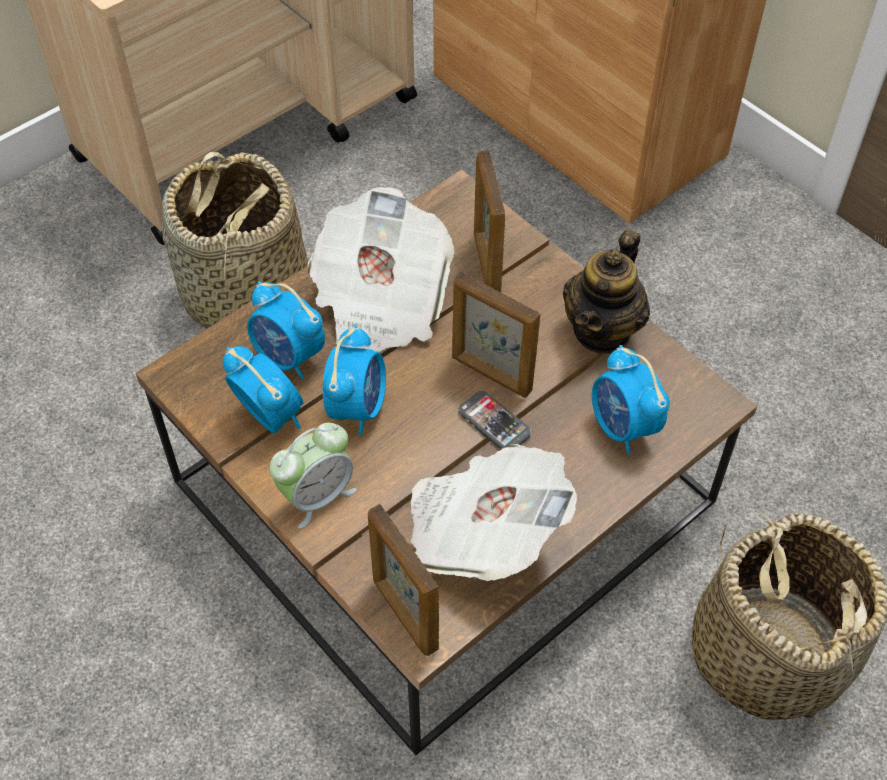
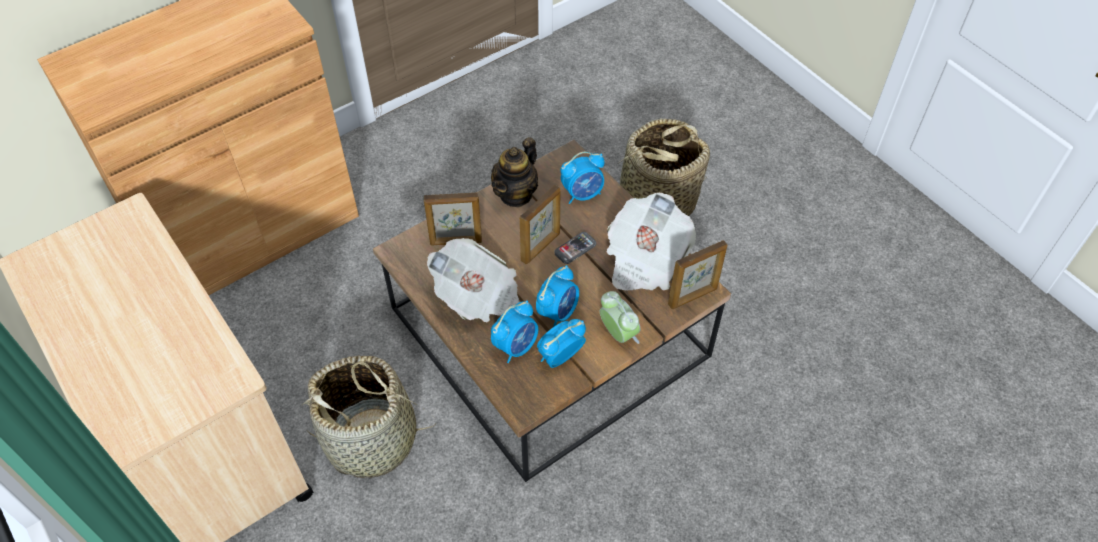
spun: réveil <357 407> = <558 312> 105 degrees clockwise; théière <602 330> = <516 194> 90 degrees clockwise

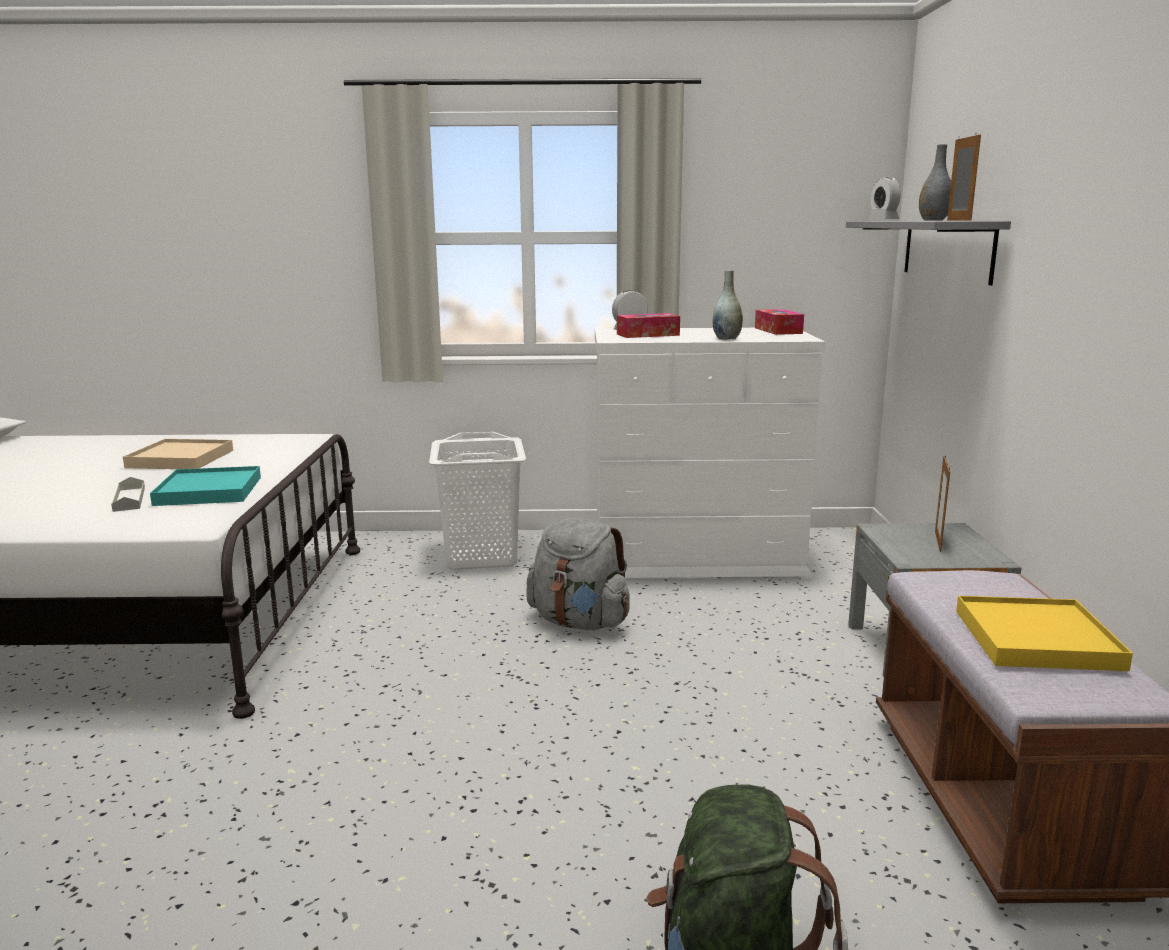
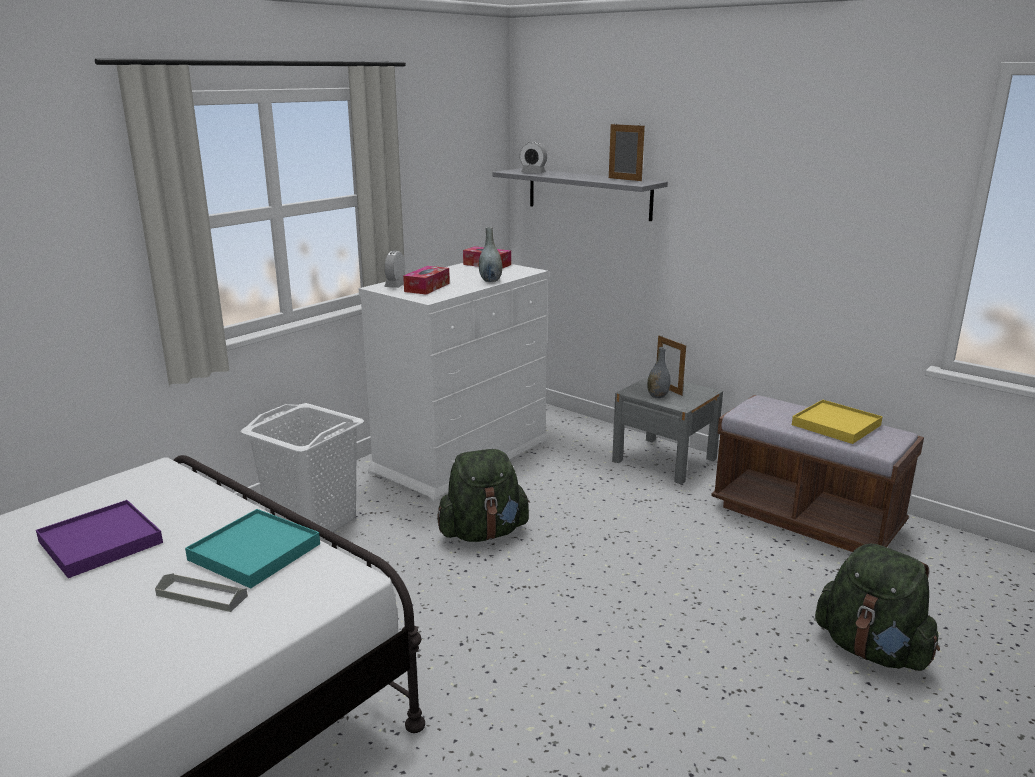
relocated: vase/gris <933 220> to <657 396>
colour: plateau/beige <180 459> to plateau/violet <101 542>; sac à dos/gris <579 622> to sac à dos/vert <483 533>

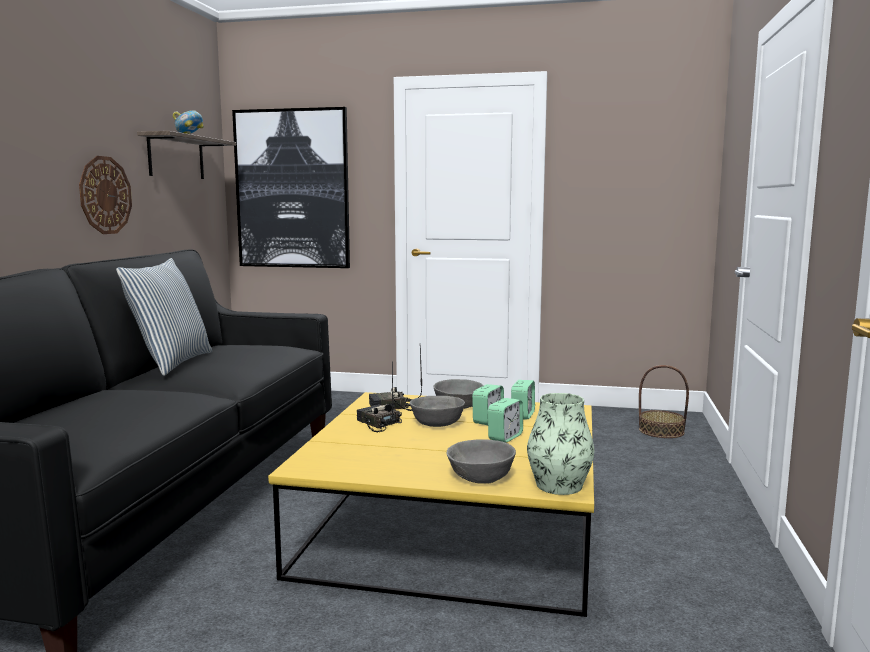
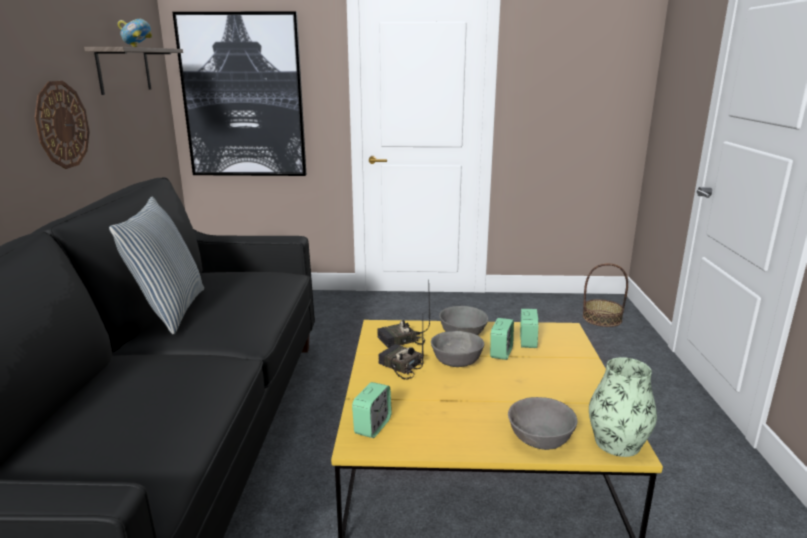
relocated: réveil <505 437> to <372 426>

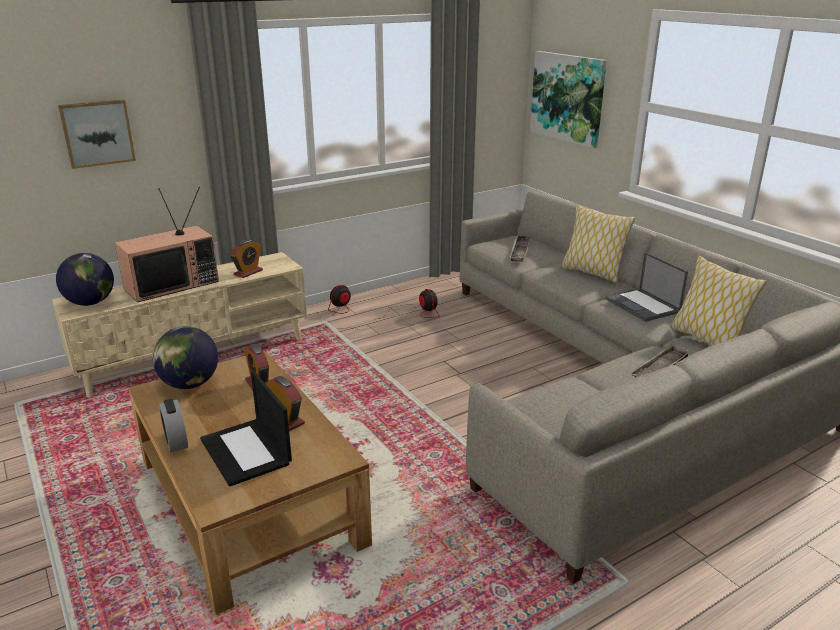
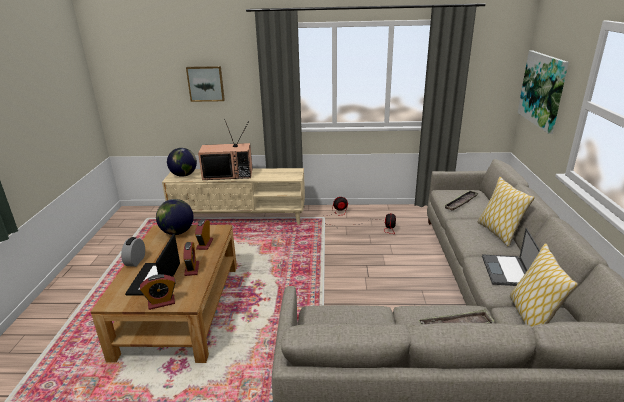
relocated: réveil <248 272> to <161 303>

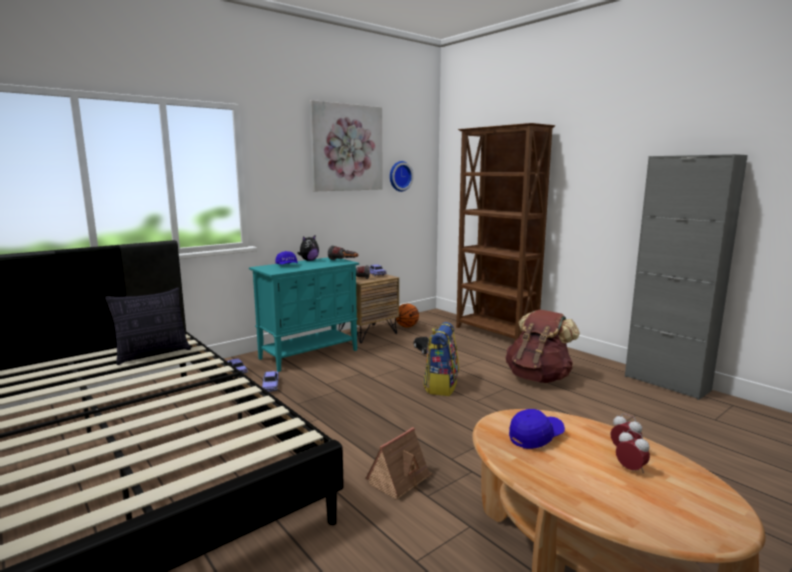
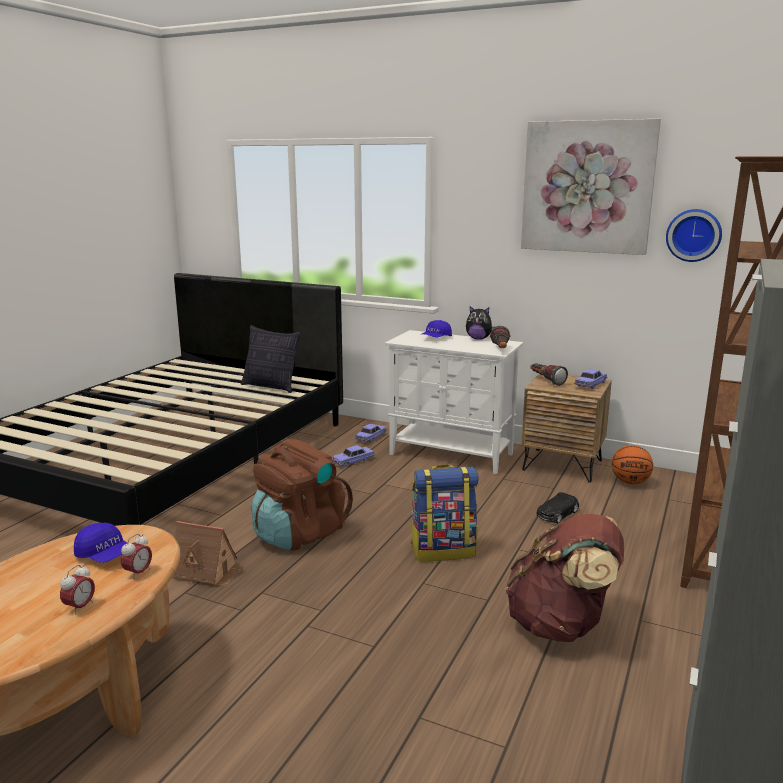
appeared: sac à dos/marron <299 533>
relocated: réveil <630 469> to <138 573>
colour: meuble de rangement/turquoise <309 354> to meuble de rangement/blanc <452 454>

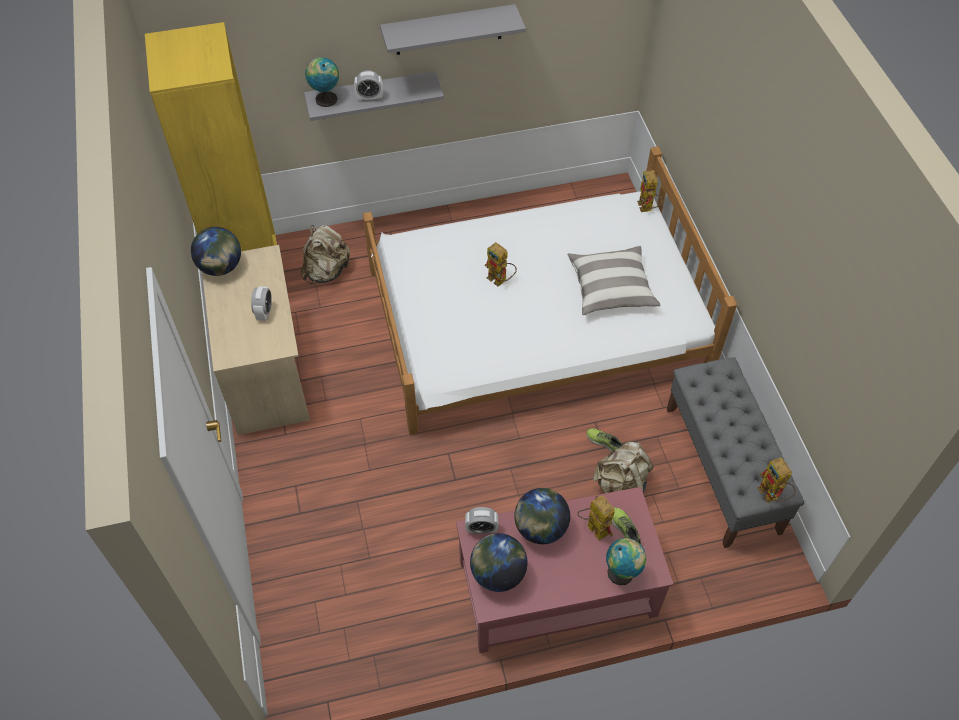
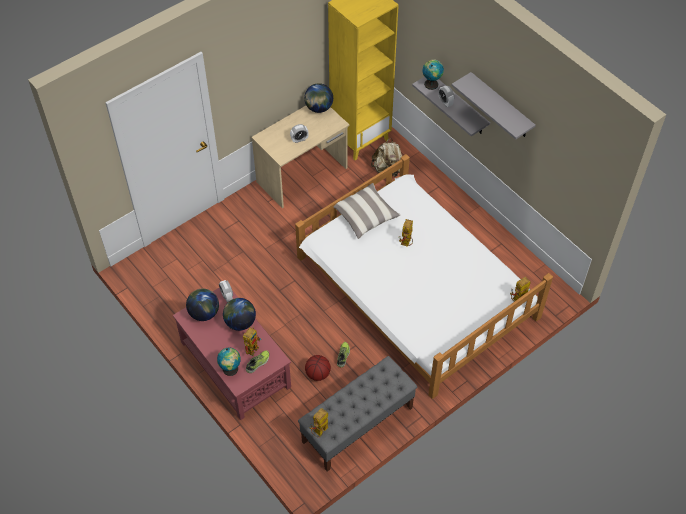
relocated: coussin <611 288> to <365 216>
exchanged: sac à dos/beige <621 485> to ballon de basket <317 374>

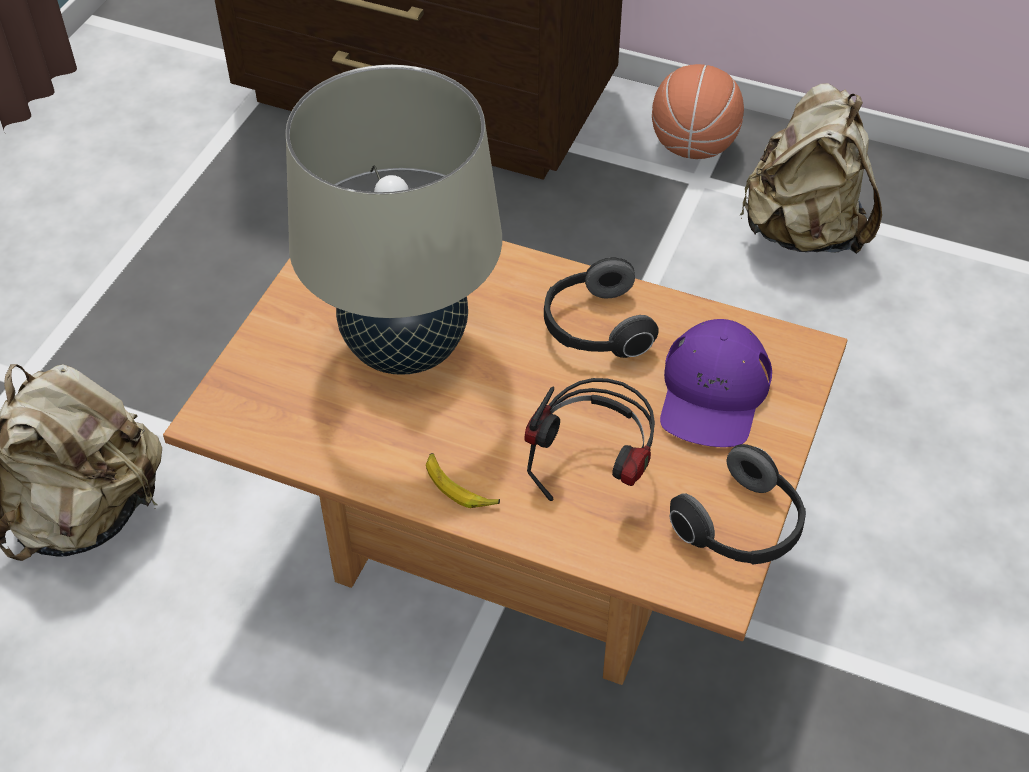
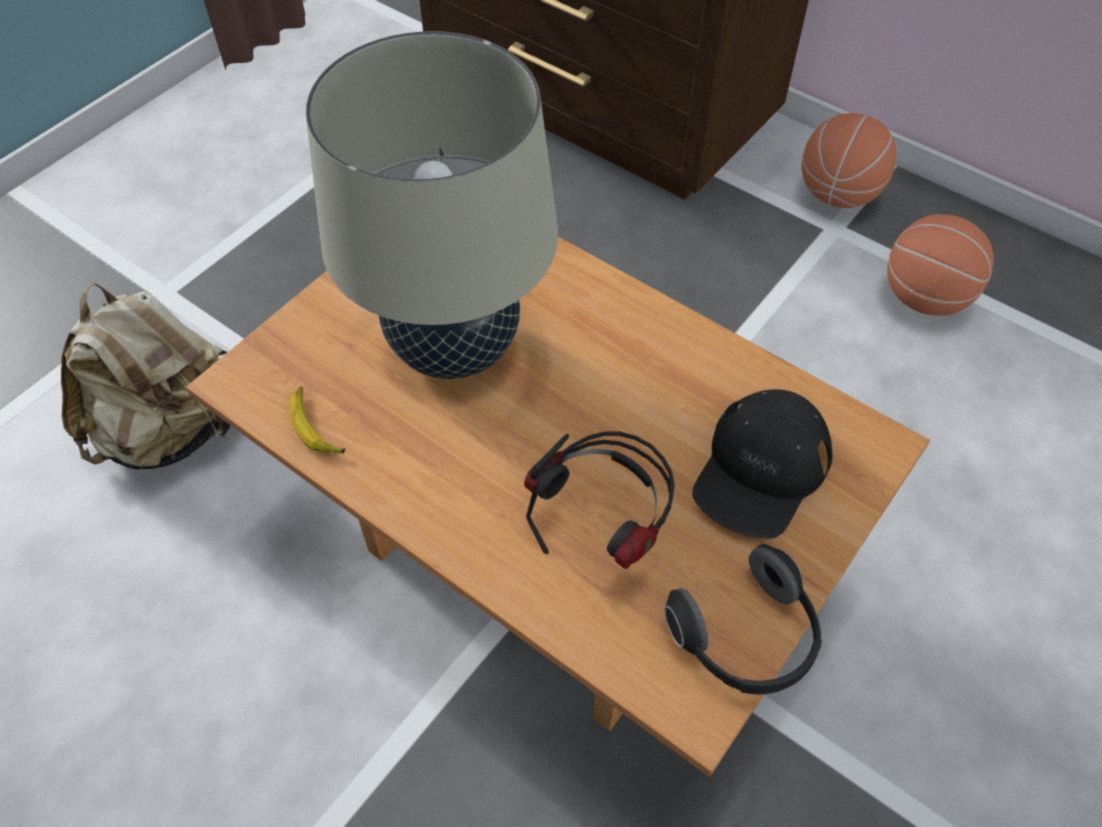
missing: casque audio <595 328>
relocated: banane <459 487> to <315 426>
exchanged: sac à dos/beige <803 230> to ballon de basket <925 298>
colour: casquette/violet <713 393> to casquette/noir <760 470>

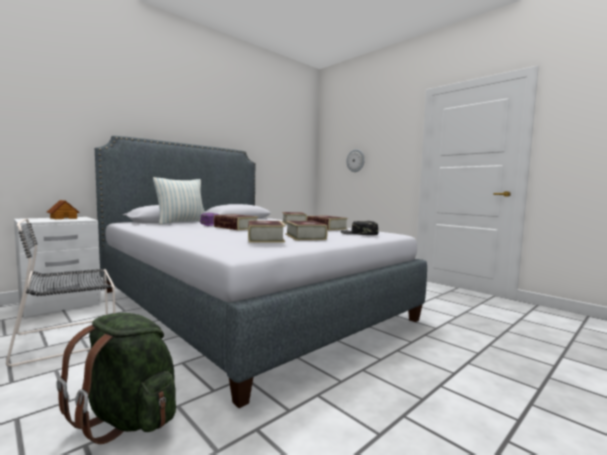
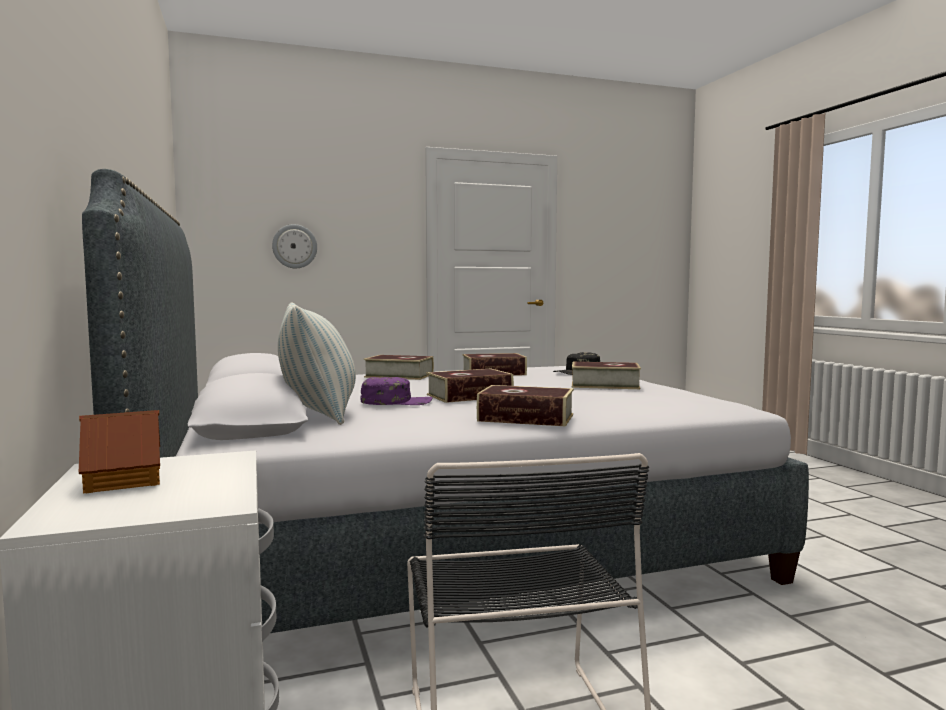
missing: sac à dos/vert <128 418>
relocated: livre <265 238> to <526 418>

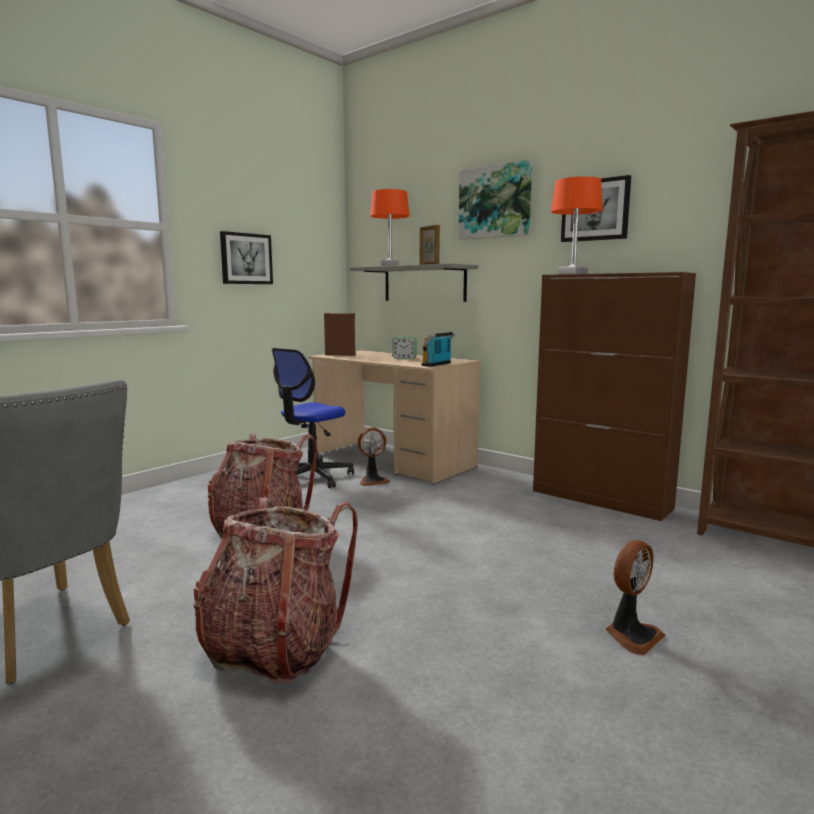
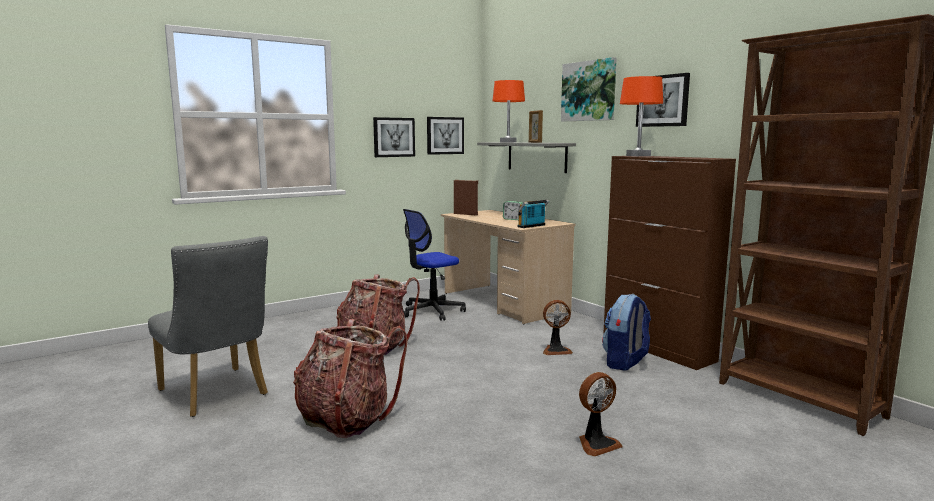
appeared: tableau <444 135>; sac à dos <625 363>
relocated: ventilateur <372 481> to <556 350>

